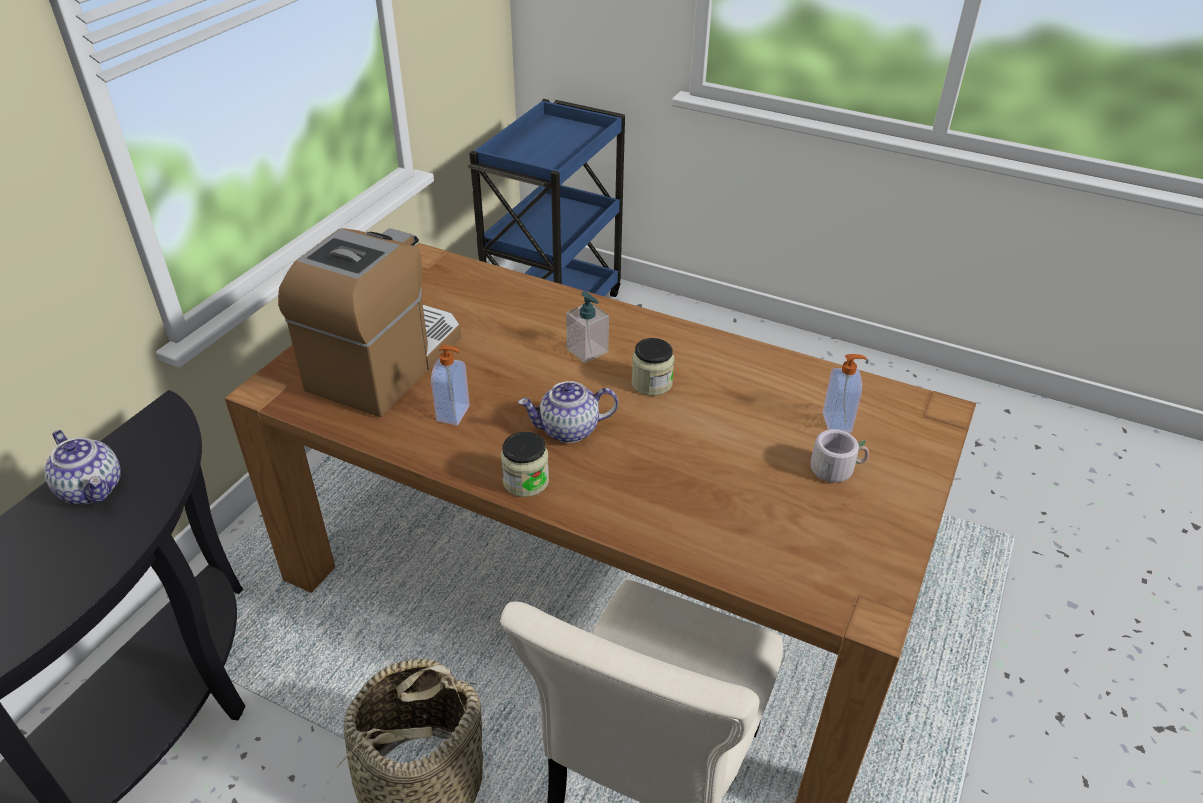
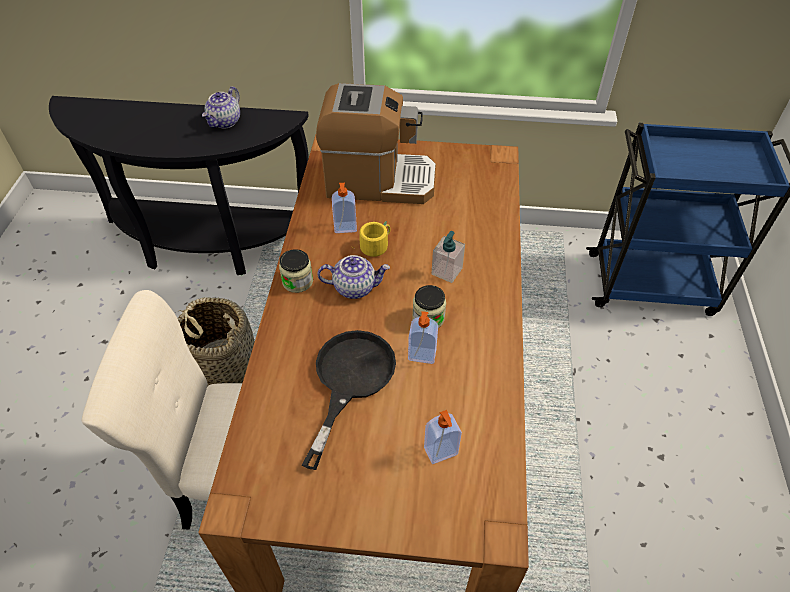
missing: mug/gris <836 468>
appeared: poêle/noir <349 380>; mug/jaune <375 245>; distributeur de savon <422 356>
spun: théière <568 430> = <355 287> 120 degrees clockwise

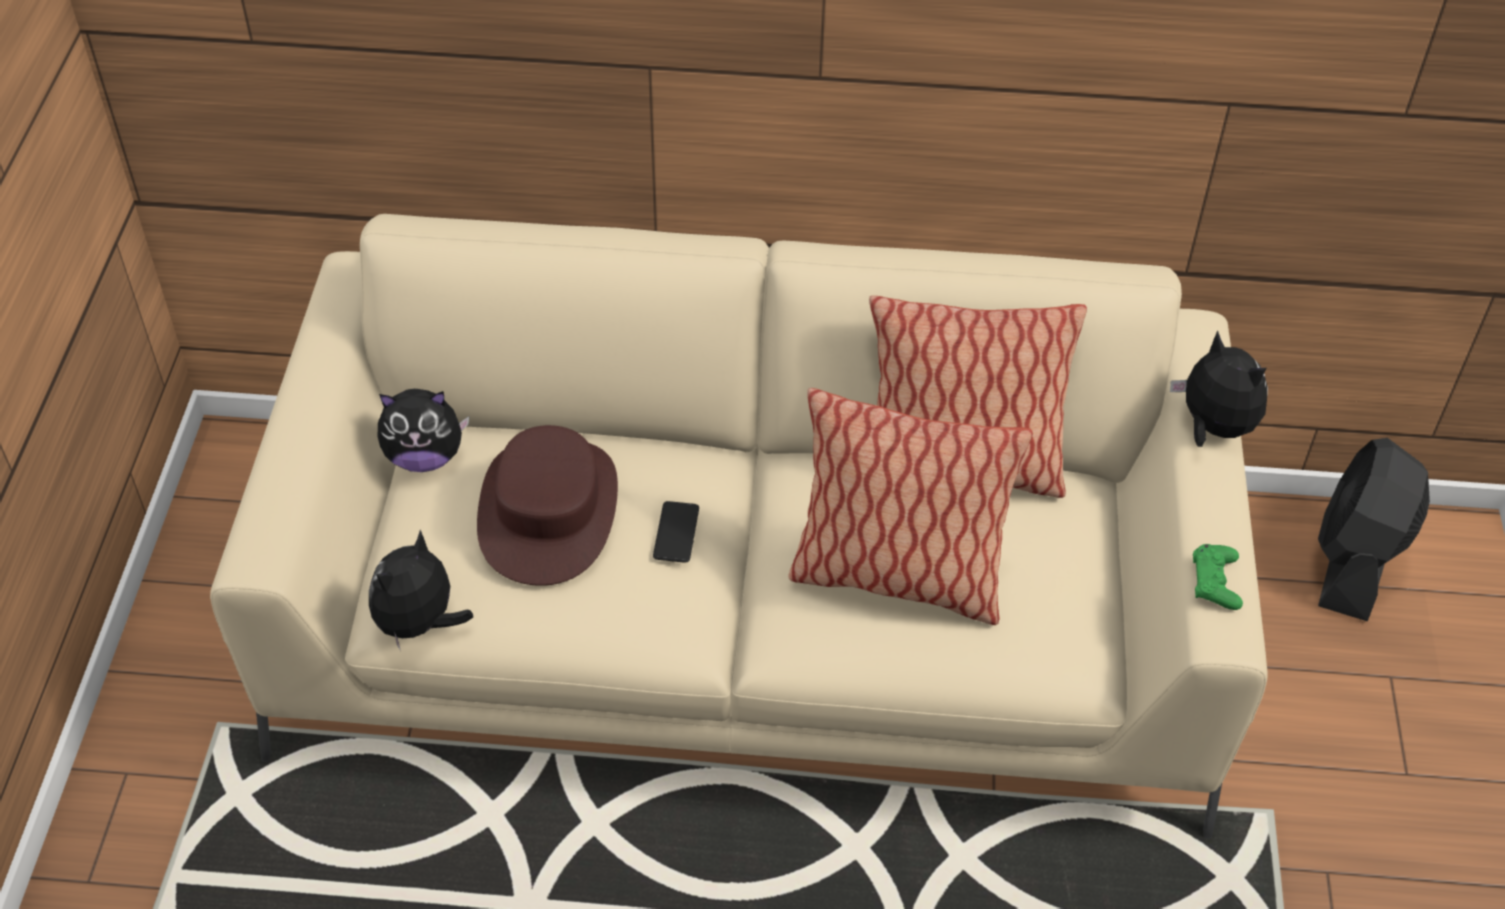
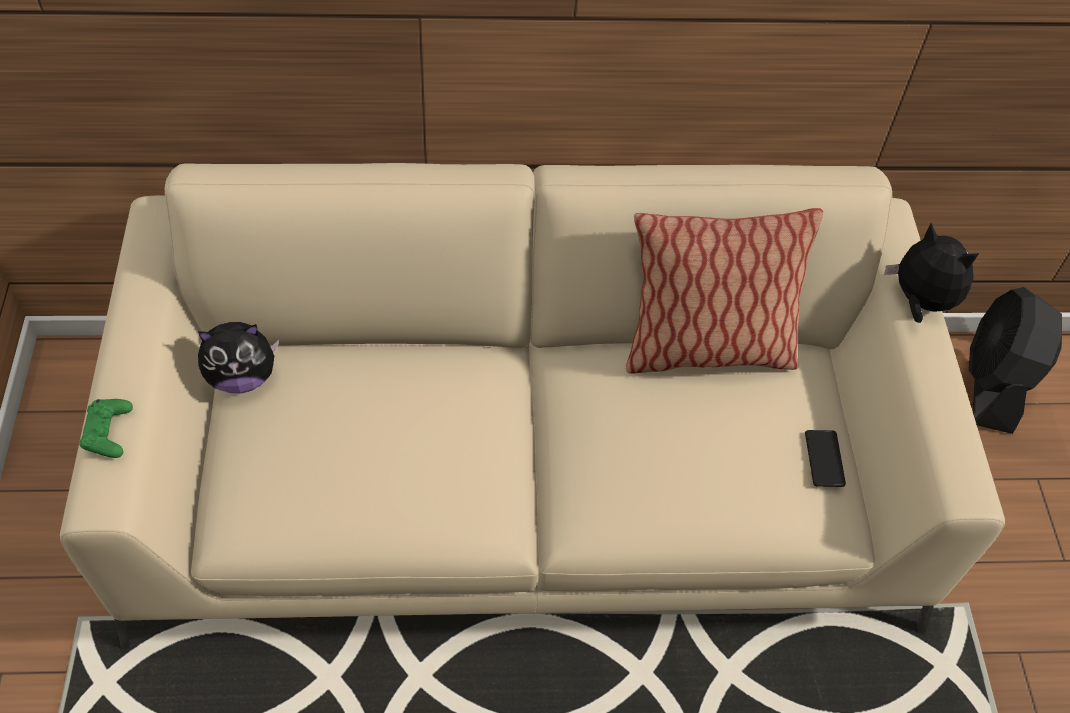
missing: peluche <419 624>; chapeau/marron <549 511>; coussin <896 577>
relocated: téléphone <676 533> to <824 459>; manette/vert <1215 582> to <108 432>

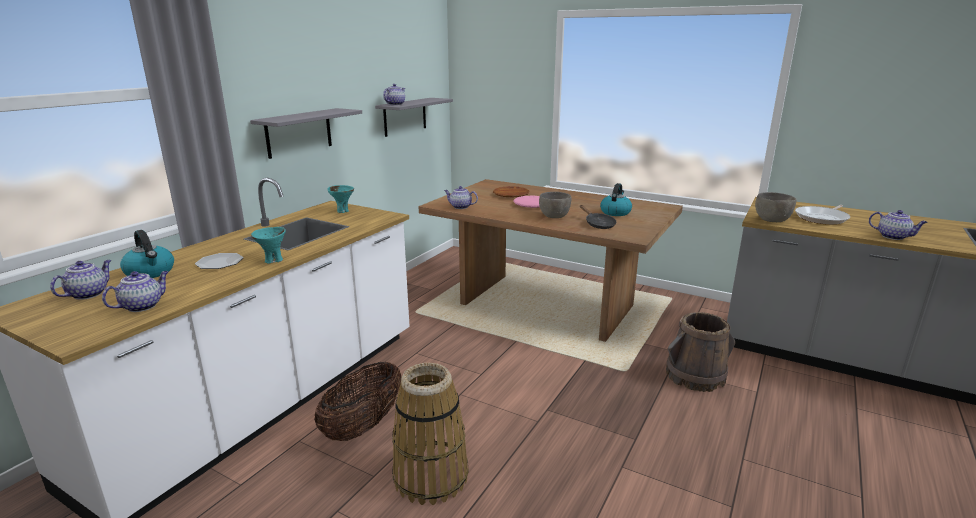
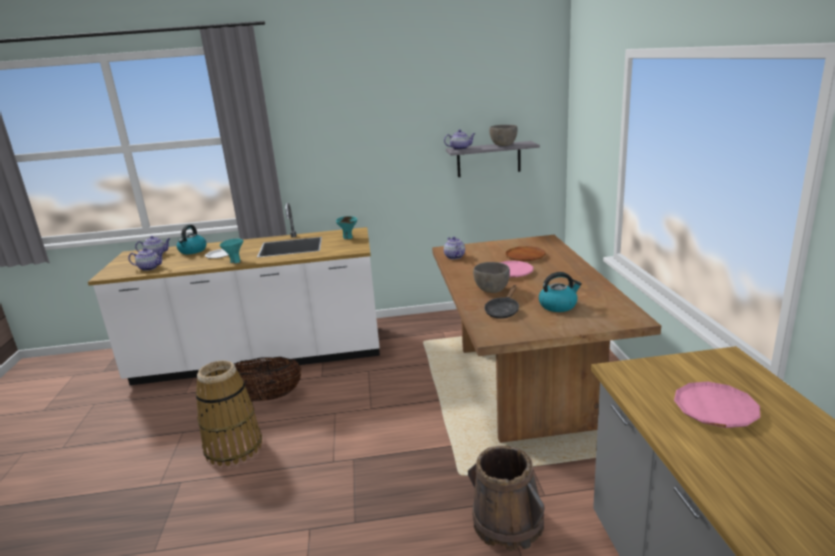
missing: étagère/gris <299 132>; théière <893 237>
relocated: bol/gris <771 221> to <503 145>
exchanged: poêle <822 218> to assiette/rose <715 409>

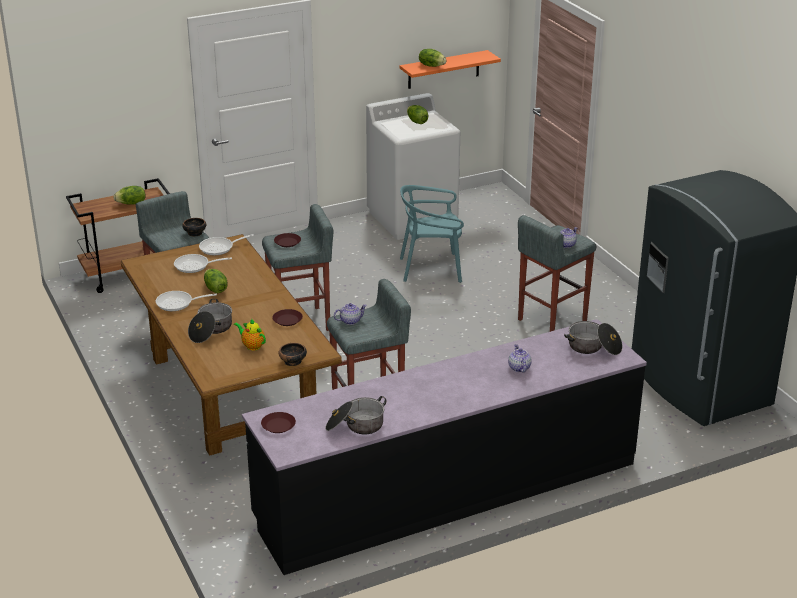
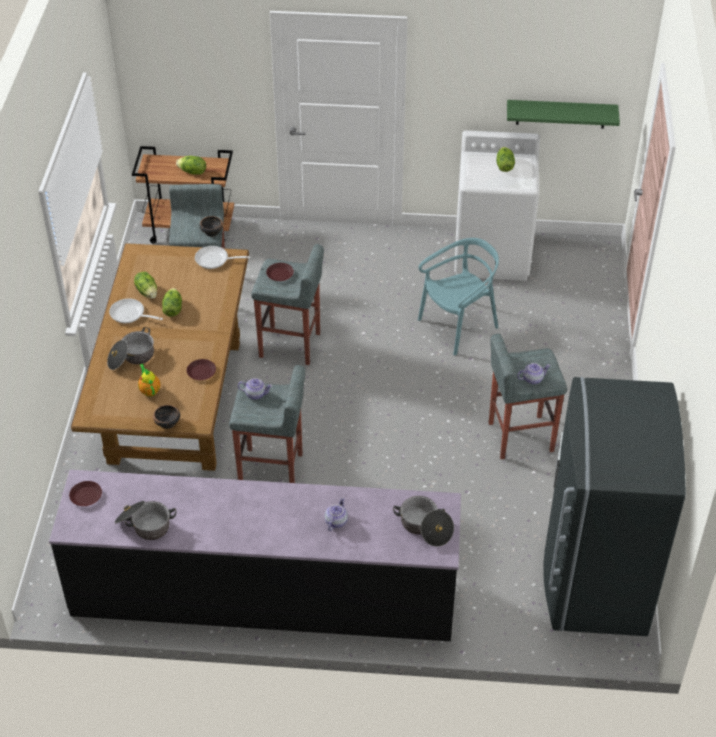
missing: poêle <195 266>
relocated: laitue <431 65> to <147 292>
colour: étagère/orange <443 69> to étagère/vert <561 114>
spun: chaise/turquoise <431 269> = <458 326> 120 degrees clockwise

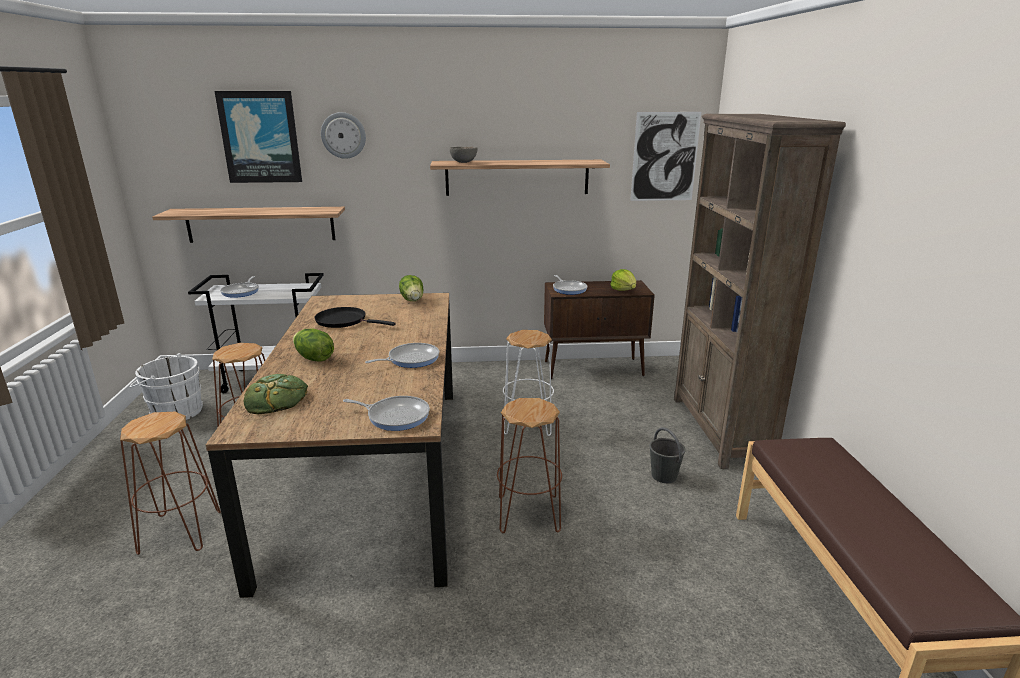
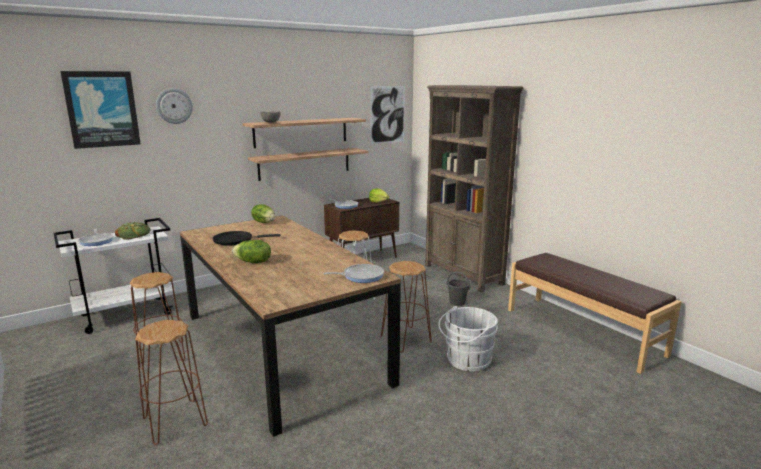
missing: poêle <411 359>
relocated: seau/blanc <174 412> to <466 360>; étagère <260 224> to <305 163>; pain <276 399> to <133 234>

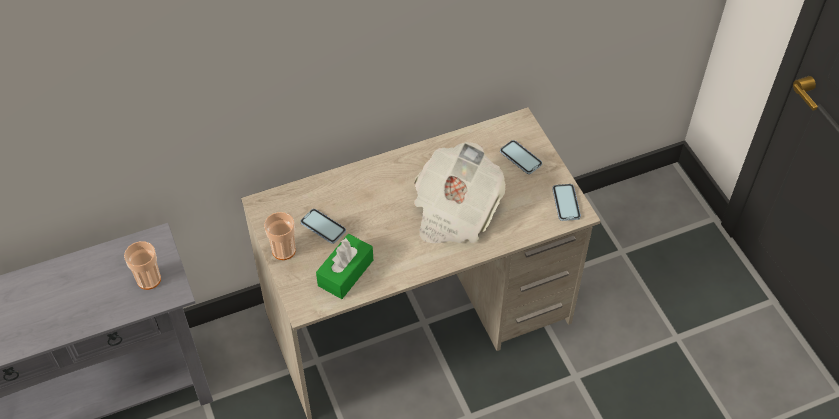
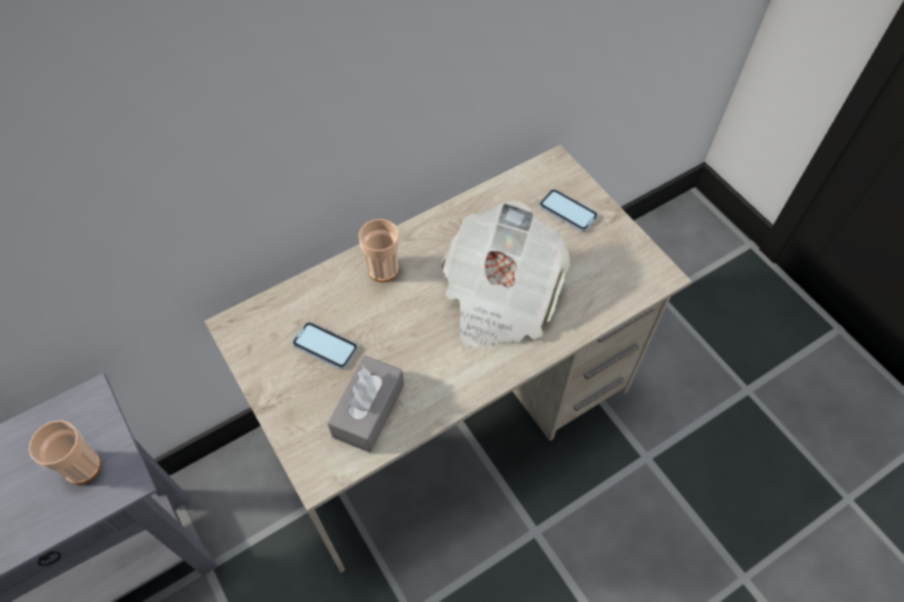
missing: téléphone <566 203>
relocated: tasse <283 250> to <383 269>
colour: boîte à mouchoirs/vert <345 273> to boîte à mouchoirs/gris <368 410>

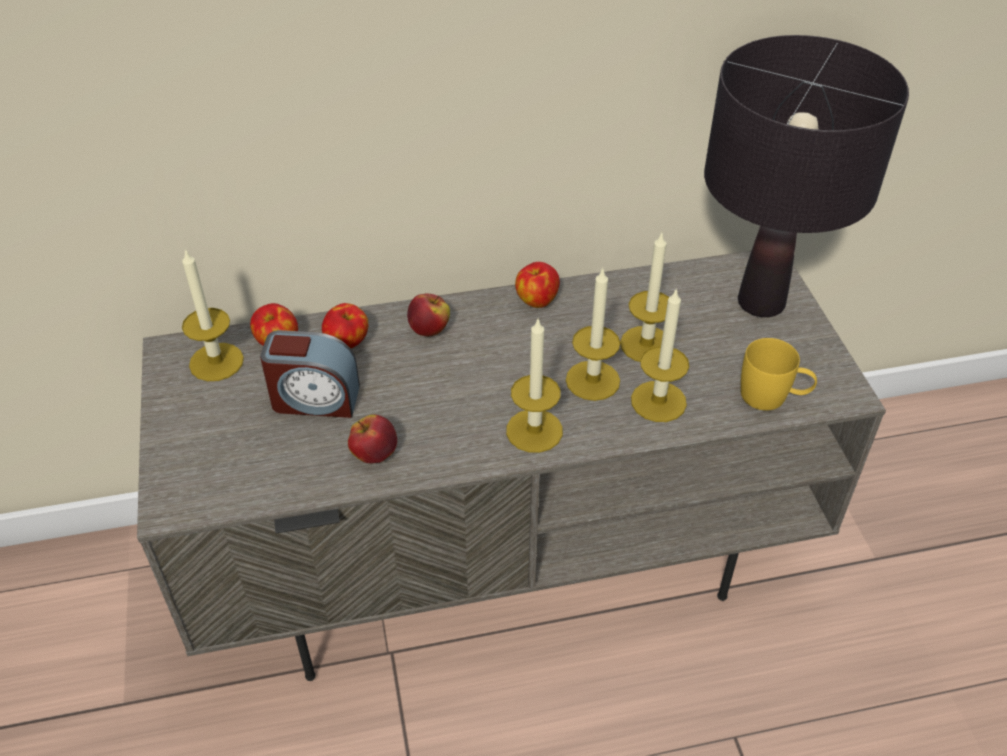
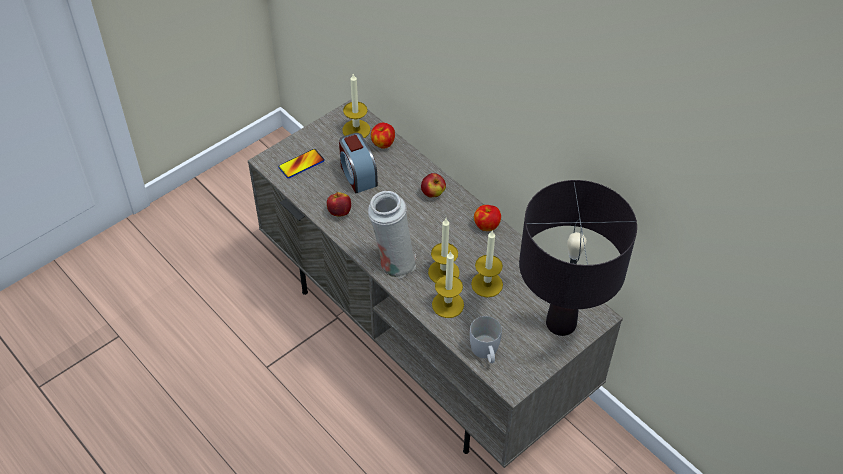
missing: pomme <348 343>
appeared: téléphone <301 164>
exchanged: bougie <534 431> to vase/blanc <393 263>
colour: mug/jaune <773 397> to mug/blanc <485 352>

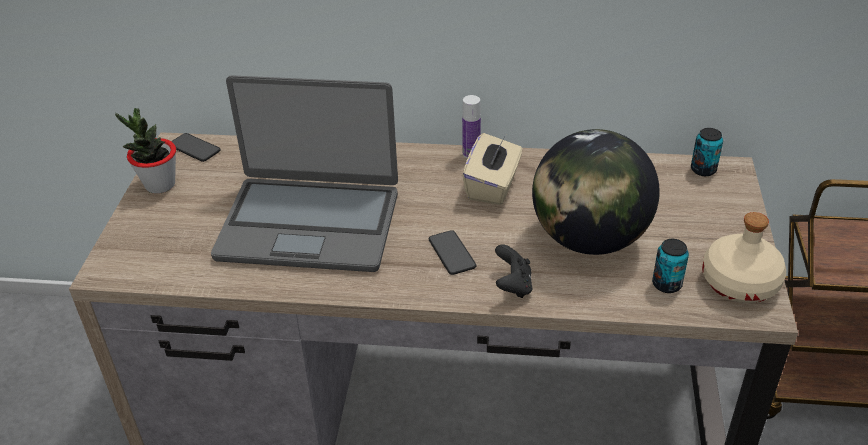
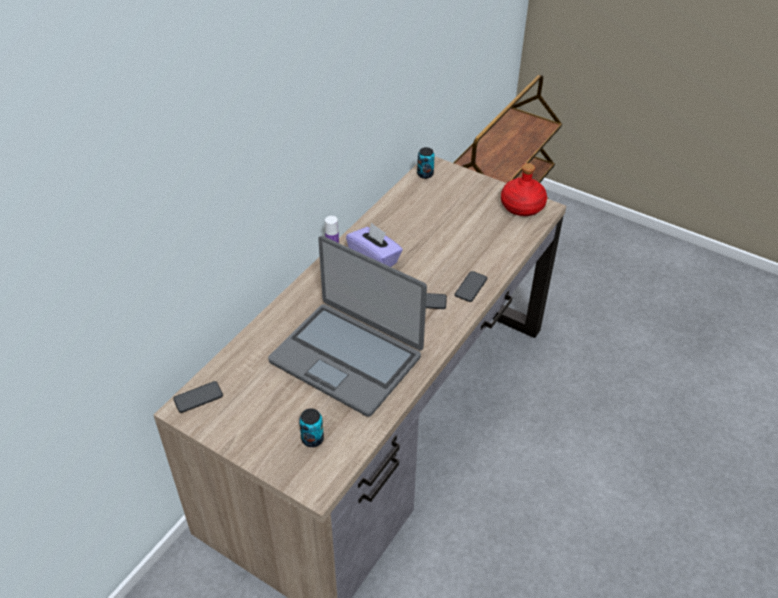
missing: plante en pot <160 185>; globe <589 239>
relocated: boîte métallique <666 284> to <312 439>
exchanged: manette/noir <513 286> to téléphone <471 287>
colour: boîte à mouchoirs/beige <493 186> to boîte à mouchoirs/violet <374 259>; bouteille/beige <740 283> to bouteille/rouge <522 206>
spun: ordinateur portable <309 224> = <347 358> 90 degrees clockwise

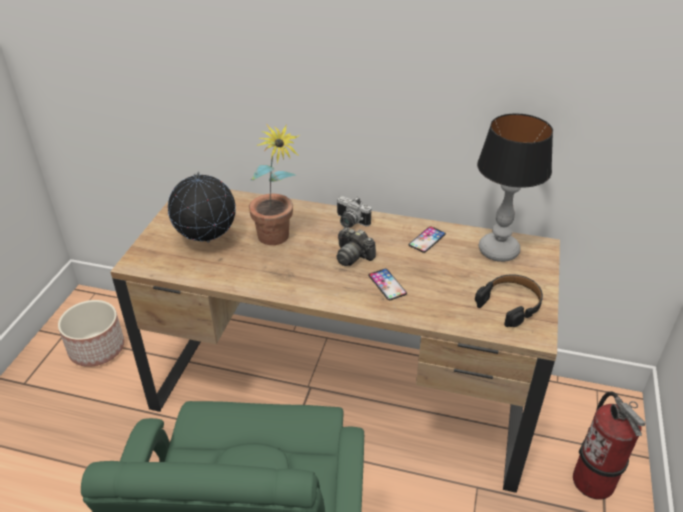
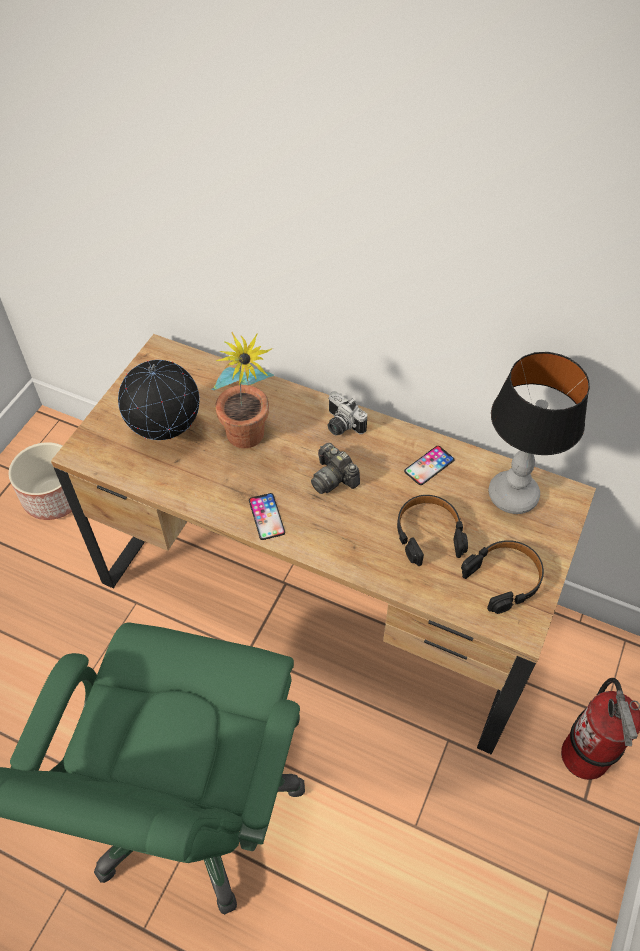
appeared: casque audio/noir <428 533>
relocated: téléphone <387 284> to <266 516>

